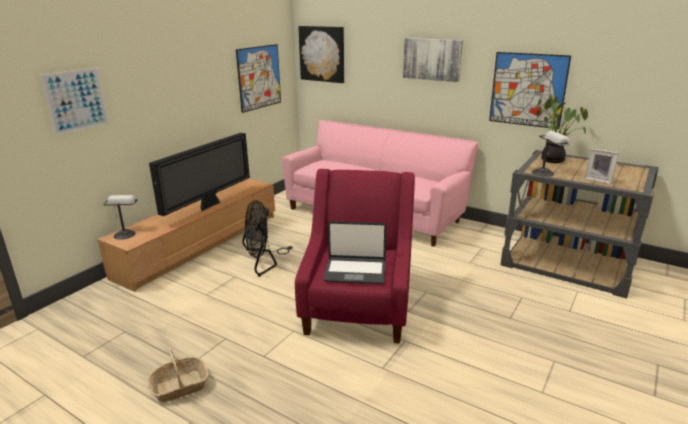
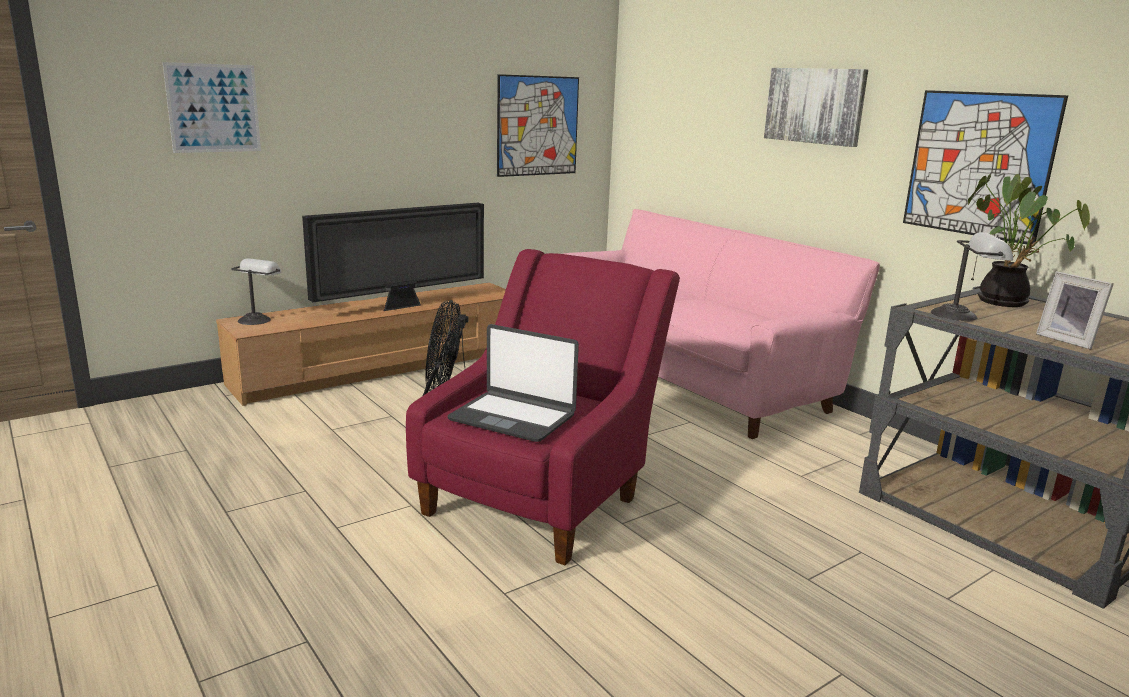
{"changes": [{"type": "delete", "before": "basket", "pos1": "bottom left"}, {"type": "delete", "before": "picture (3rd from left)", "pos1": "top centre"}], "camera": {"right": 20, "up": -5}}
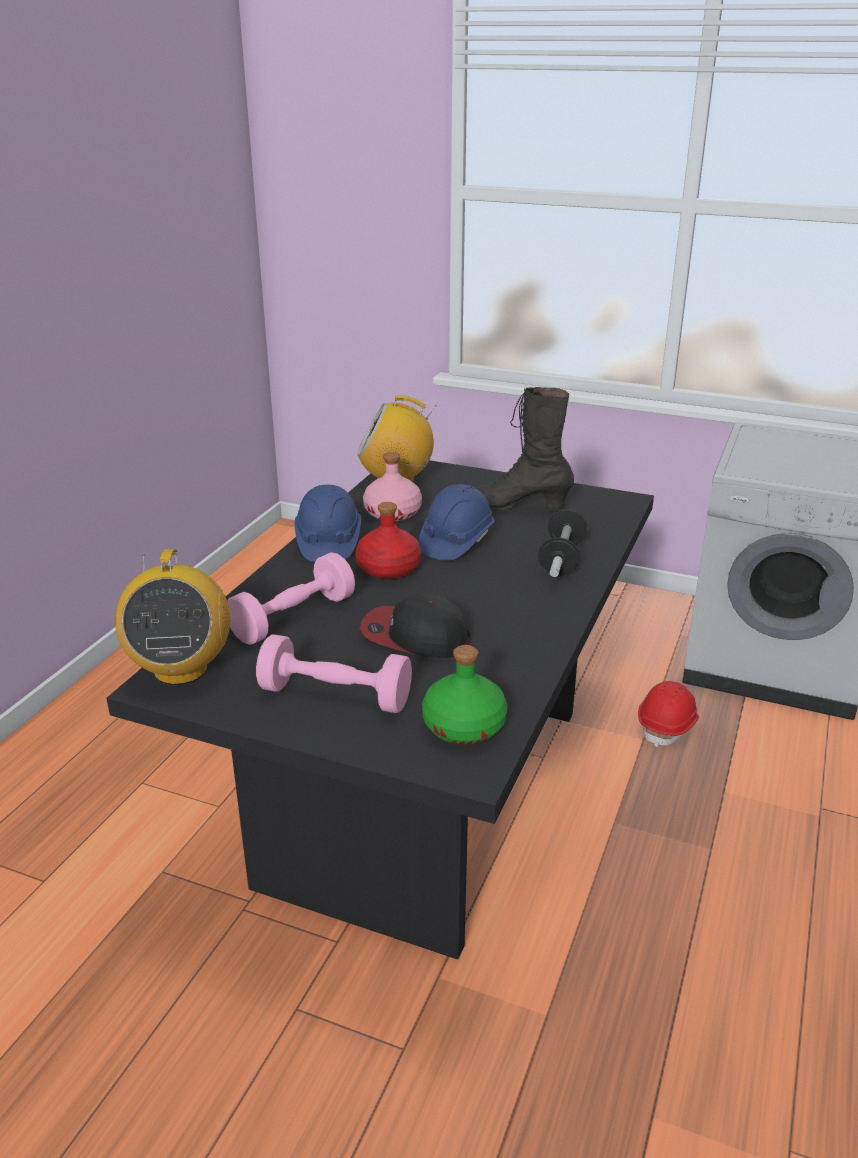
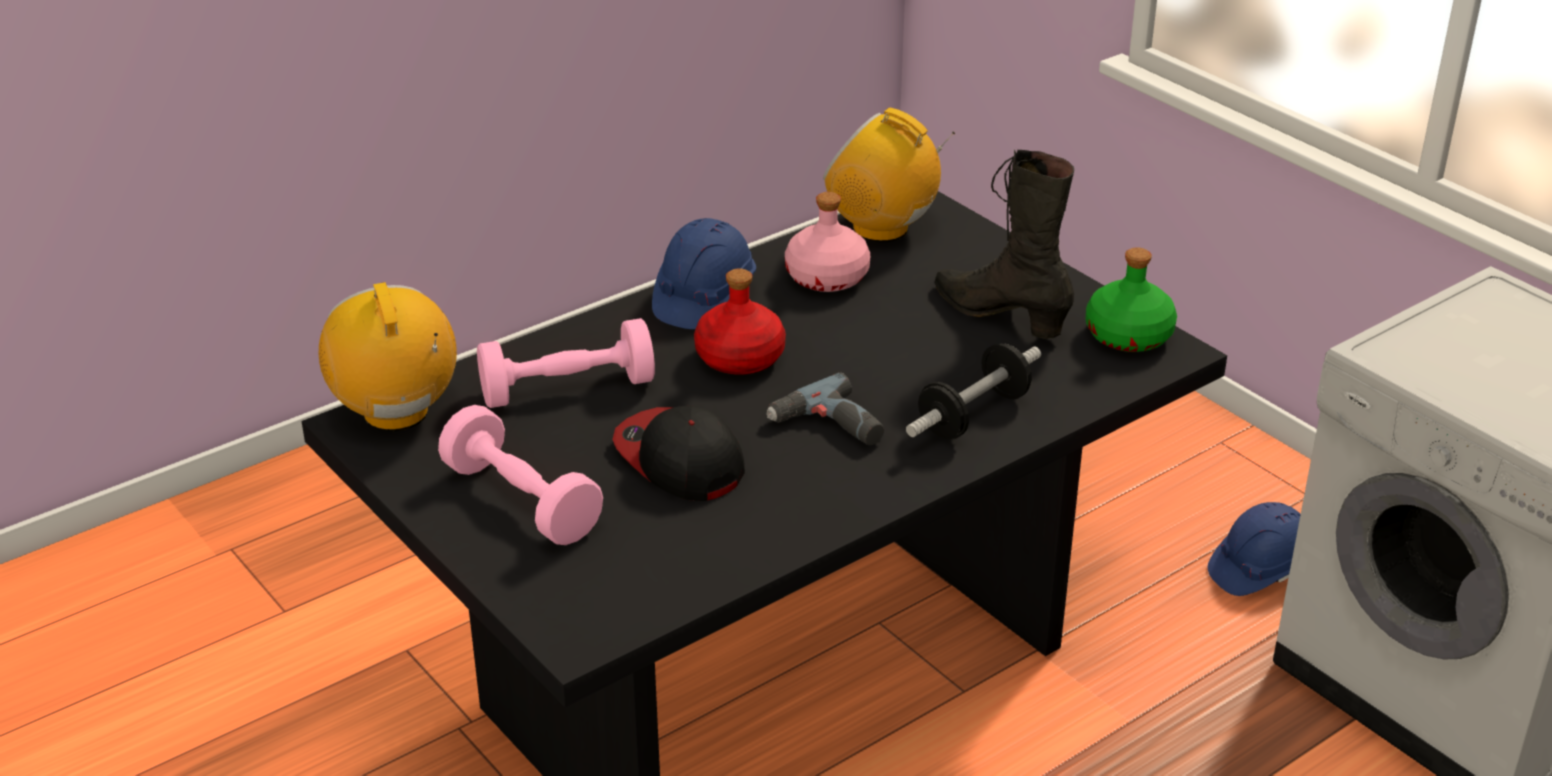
{"changes": [{"type": "rotate", "before": "radio (1st from left)", "pos1": "middle left", "pos2": "middle left", "turn": 135}, {"type": "move", "before": "blue_hard_hat (2nd from left)", "pos1": "centre", "pos2": "bottom right"}, {"type": "move", "before": "green_bottle", "pos1": "centre", "pos2": "middle right"}, {"type": "delete", "before": "red_hard_hat", "pos1": "middle right"}, {"type": "insert", "after": "power_drill", "pos2": "centre"}], "camera": {"right": 30, "up": 5}}
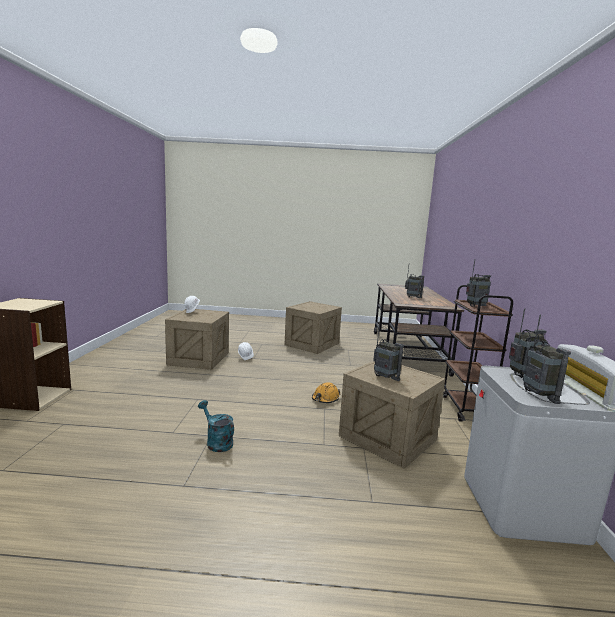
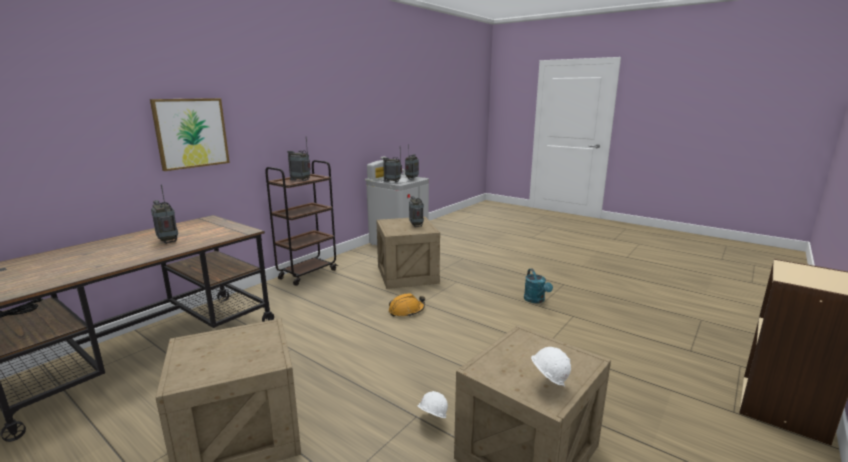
{"changes": [{"type": "insert", "after": "picture", "pos2": "top left"}], "camera": {"right": -145, "up": 5}}
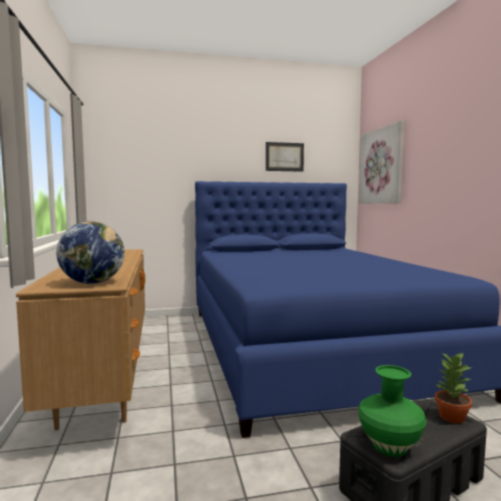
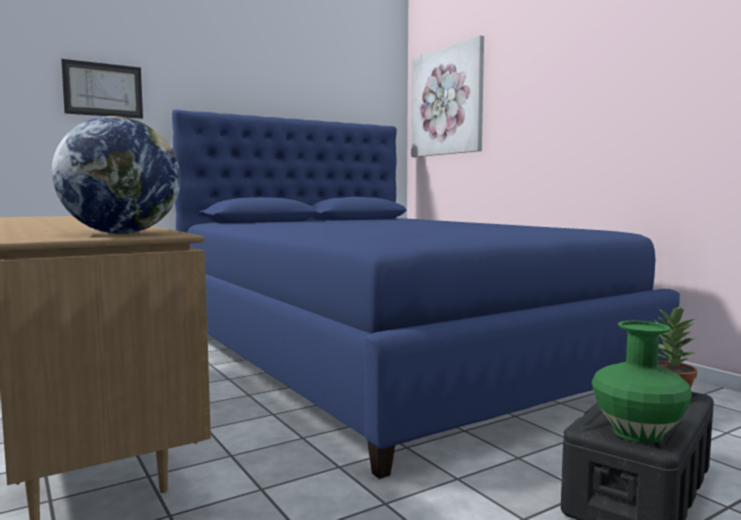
{"changes": [{"type": "move", "before": "picture (1st from left)", "pos1": "top centre", "pos2": "top left"}], "camera": {"right": -20, "up": 0}}
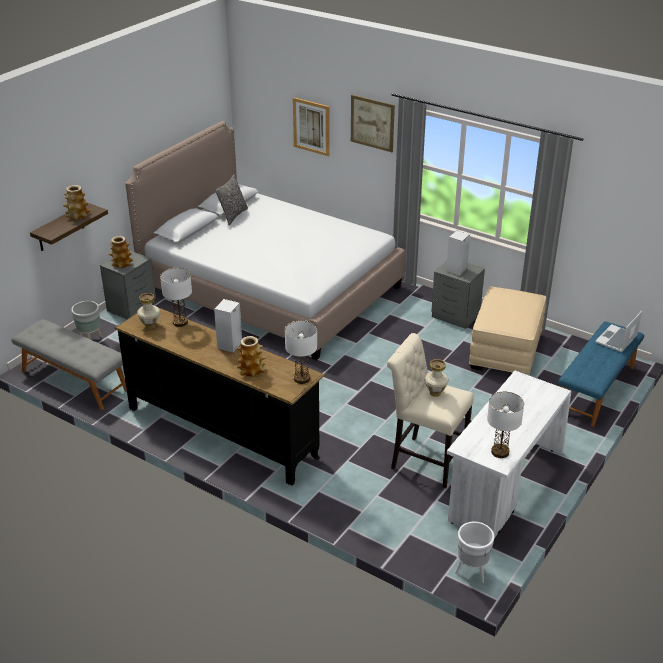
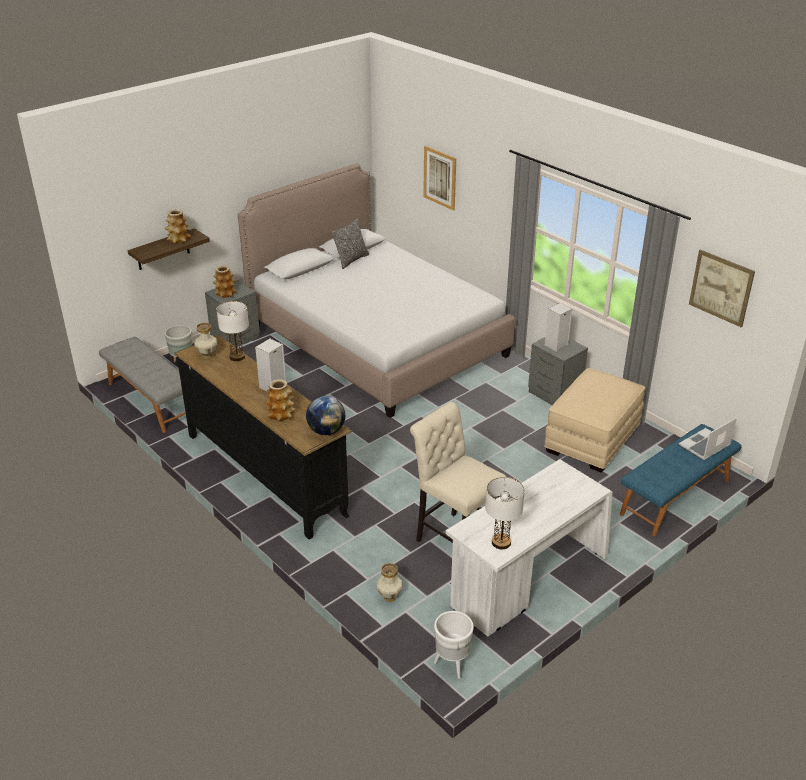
{"changes": [{"type": "replace", "before": "table_lamp (2nd from left)", "after": "globe", "pos1": "centre", "pos2": "centre"}, {"type": "move", "before": "picture (2nd from left)", "pos1": "top centre", "pos2": "middle right"}, {"type": "move", "before": "vase (5th from left)", "pos1": "centre", "pos2": "bottom centre"}], "camera": {"right": 15, "up": 0}}
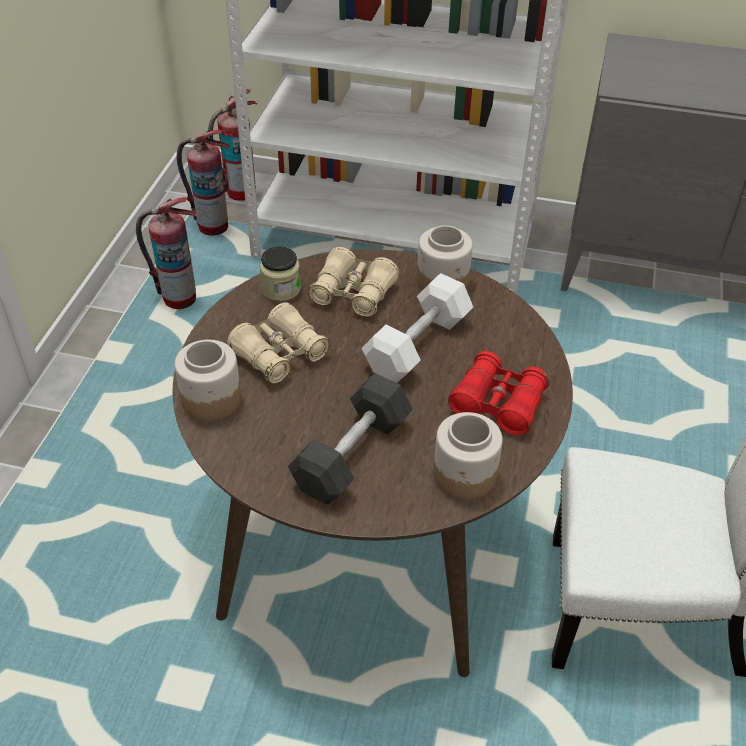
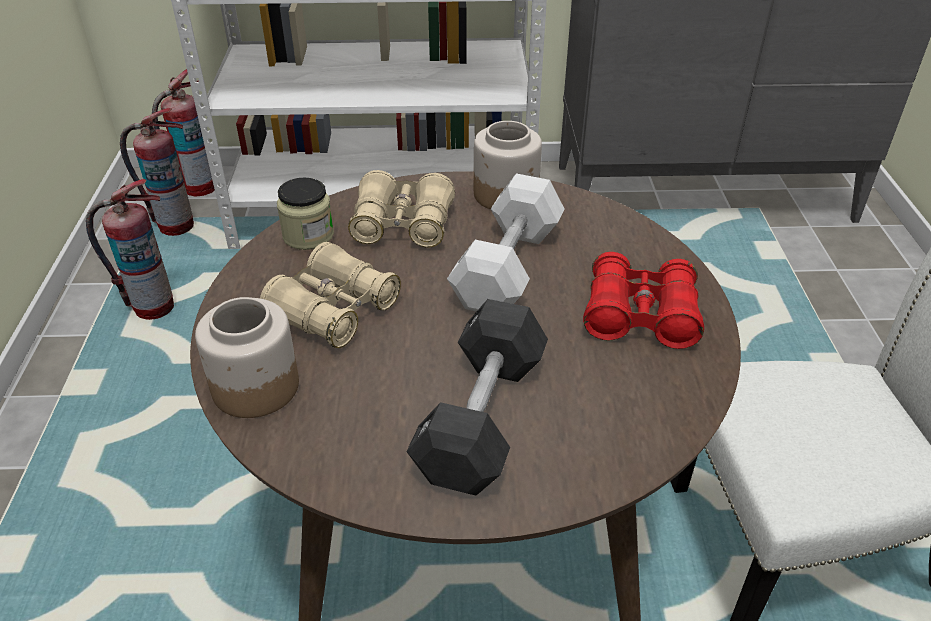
{"changes": [{"type": "delete", "before": "jar (4th from left)", "pos1": "centre"}], "camera": {"right": -15, "up": -5}}
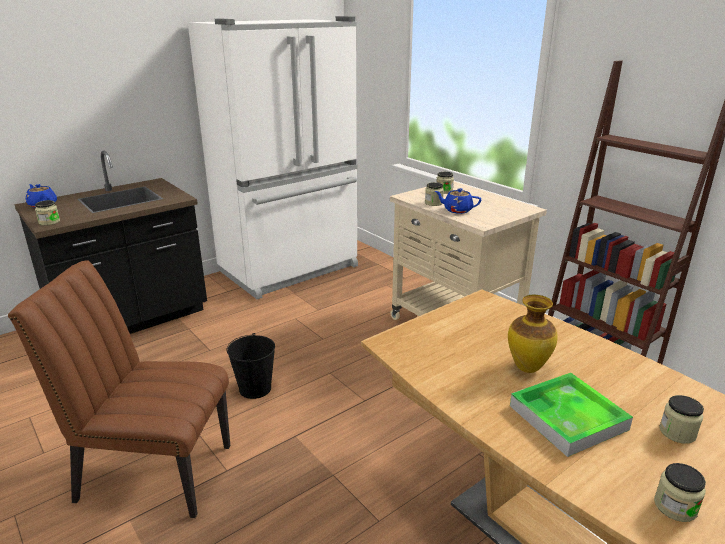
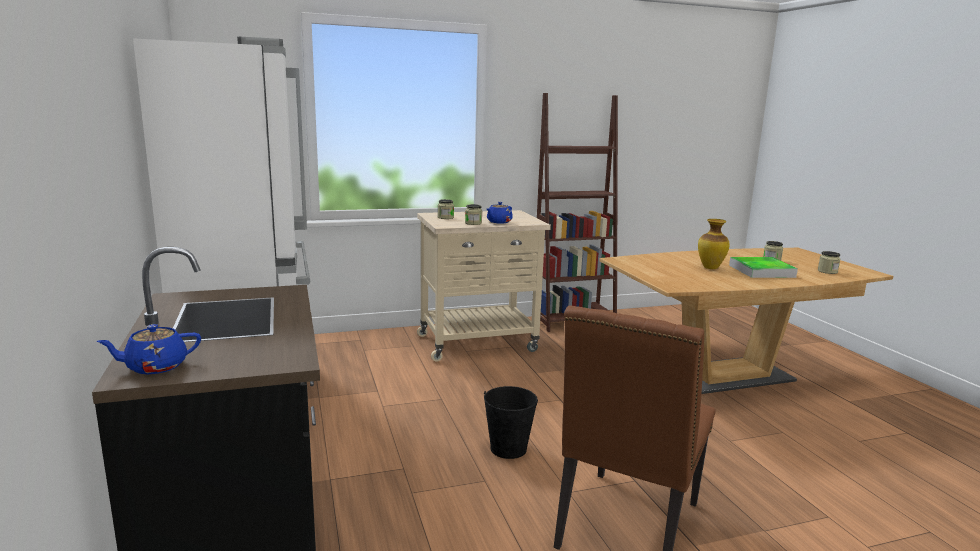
{"changes": [{"type": "delete", "before": "jar (1st from left)", "pos1": "middle left"}], "camera": {"right": -70, "up": -10}}
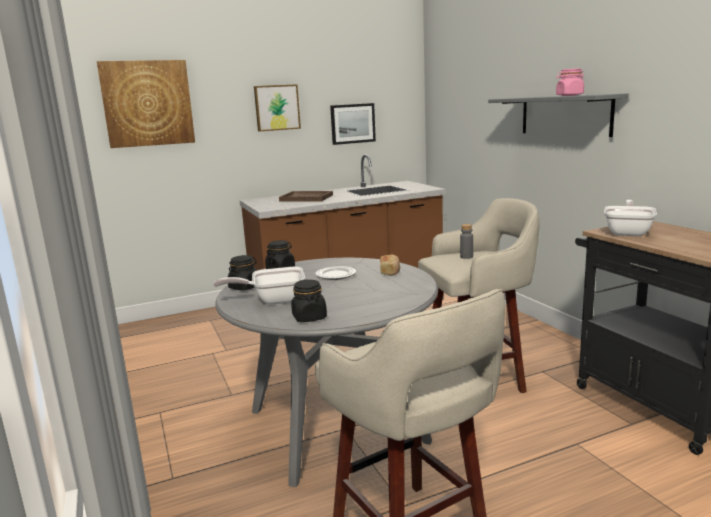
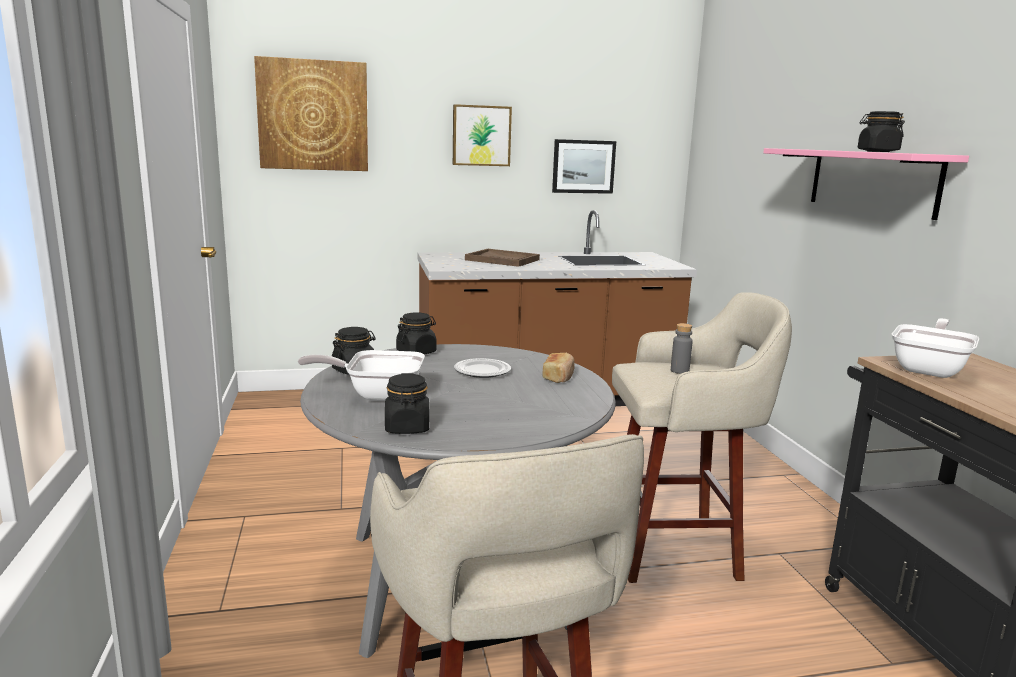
{"changes": [{"type": "recolor", "before": "grey_shelf", "after": "pink_shelf", "pos1": "top right", "pos2": "top right"}, {"type": "recolor", "before": "pink_jar", "after": "black_jar (4th from left)", "pos1": "top right", "pos2": "top right"}], "camera": {"right": 10, "up": 0}}
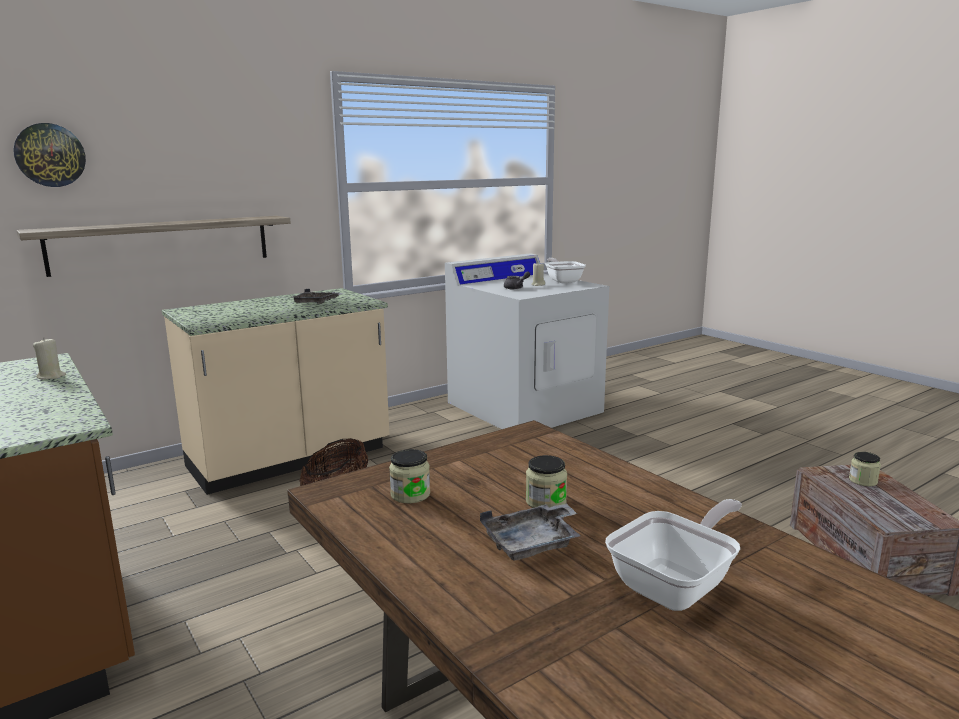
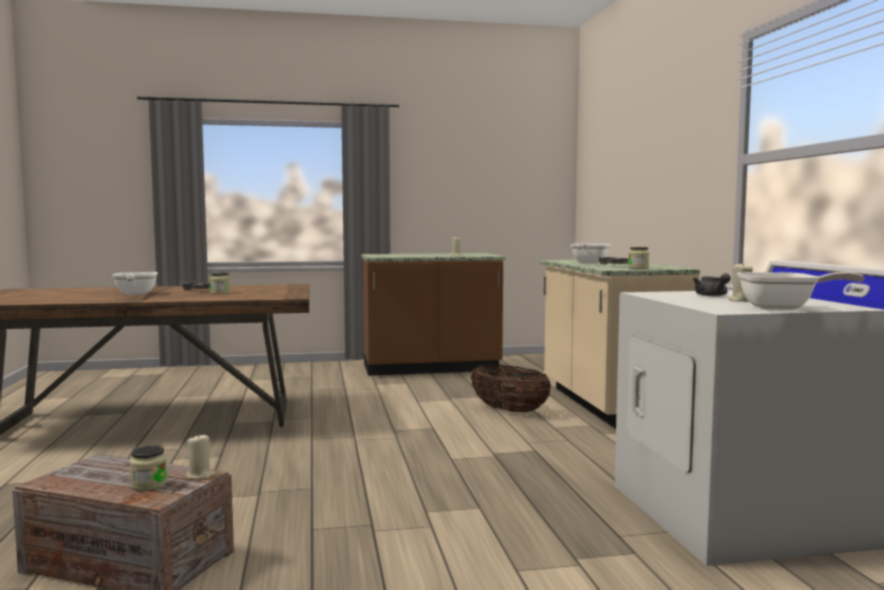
{"changes": [{"type": "delete", "before": "wall_clock", "pos1": "top left"}, {"type": "delete", "before": "shelf", "pos1": "middle left"}, {"type": "move", "before": "jar (1st from left in the first image)", "after": "jar (3rd from left)", "pos1": "centre", "pos2": "middle right"}, {"type": "insert", "after": "beige_candle (1st from left)", "pos2": "bottom left"}, {"type": "insert", "after": "frying_pan (2nd from left)", "pos2": "middle right"}], "camera": {"right": 115, "up": -10}}
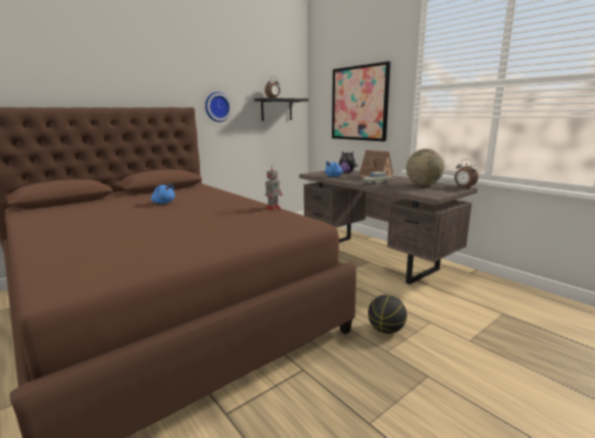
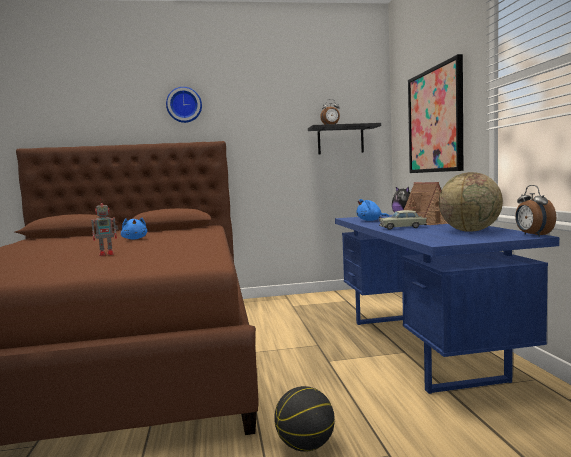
{"changes": [{"type": "move", "before": "wall_clock", "pos1": "top centre", "pos2": "top left"}, {"type": "move", "before": "toy_robot", "pos1": "centre", "pos2": "middle left"}, {"type": "recolor", "before": "brown_desk", "after": "blue_desk", "pos1": "centre", "pos2": "middle right"}], "camera": {"right": 30, "up": -10}}
